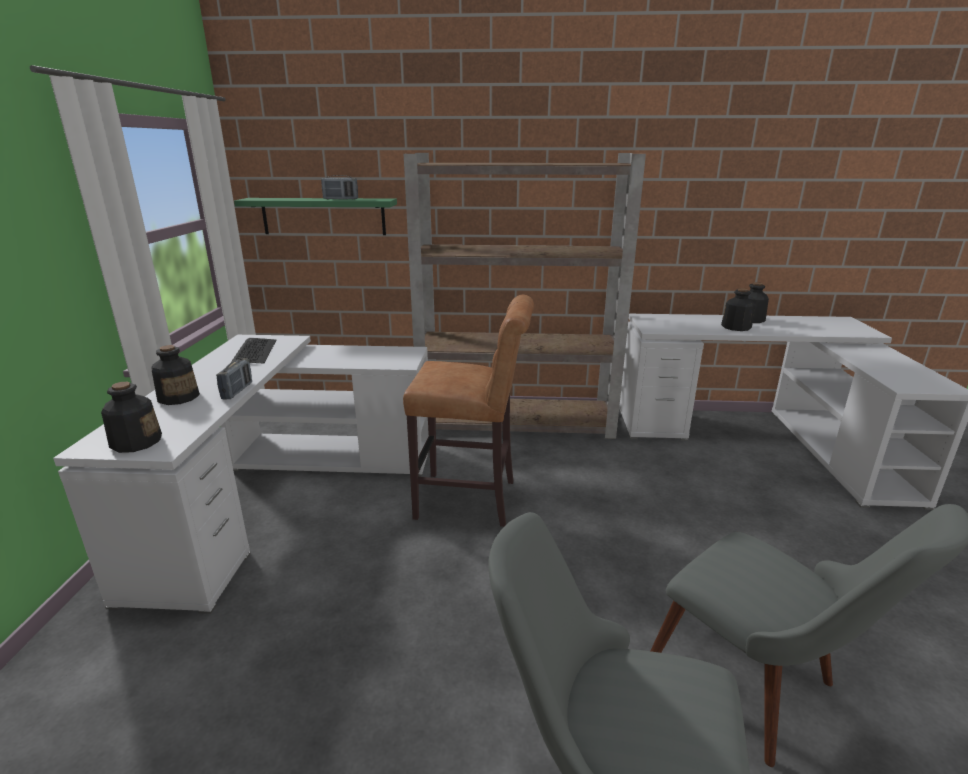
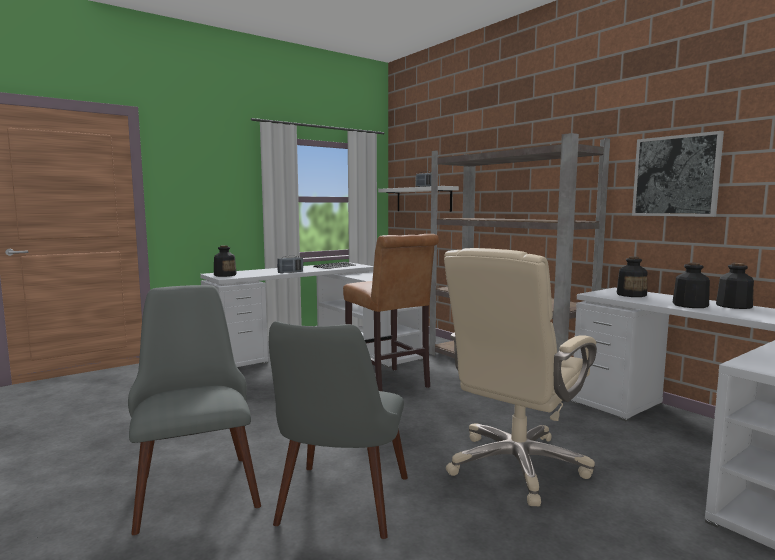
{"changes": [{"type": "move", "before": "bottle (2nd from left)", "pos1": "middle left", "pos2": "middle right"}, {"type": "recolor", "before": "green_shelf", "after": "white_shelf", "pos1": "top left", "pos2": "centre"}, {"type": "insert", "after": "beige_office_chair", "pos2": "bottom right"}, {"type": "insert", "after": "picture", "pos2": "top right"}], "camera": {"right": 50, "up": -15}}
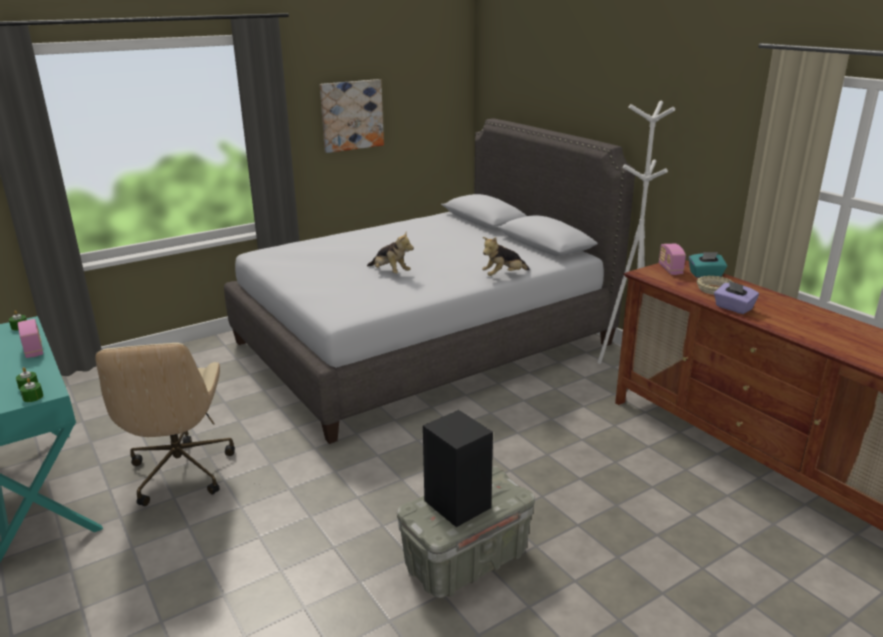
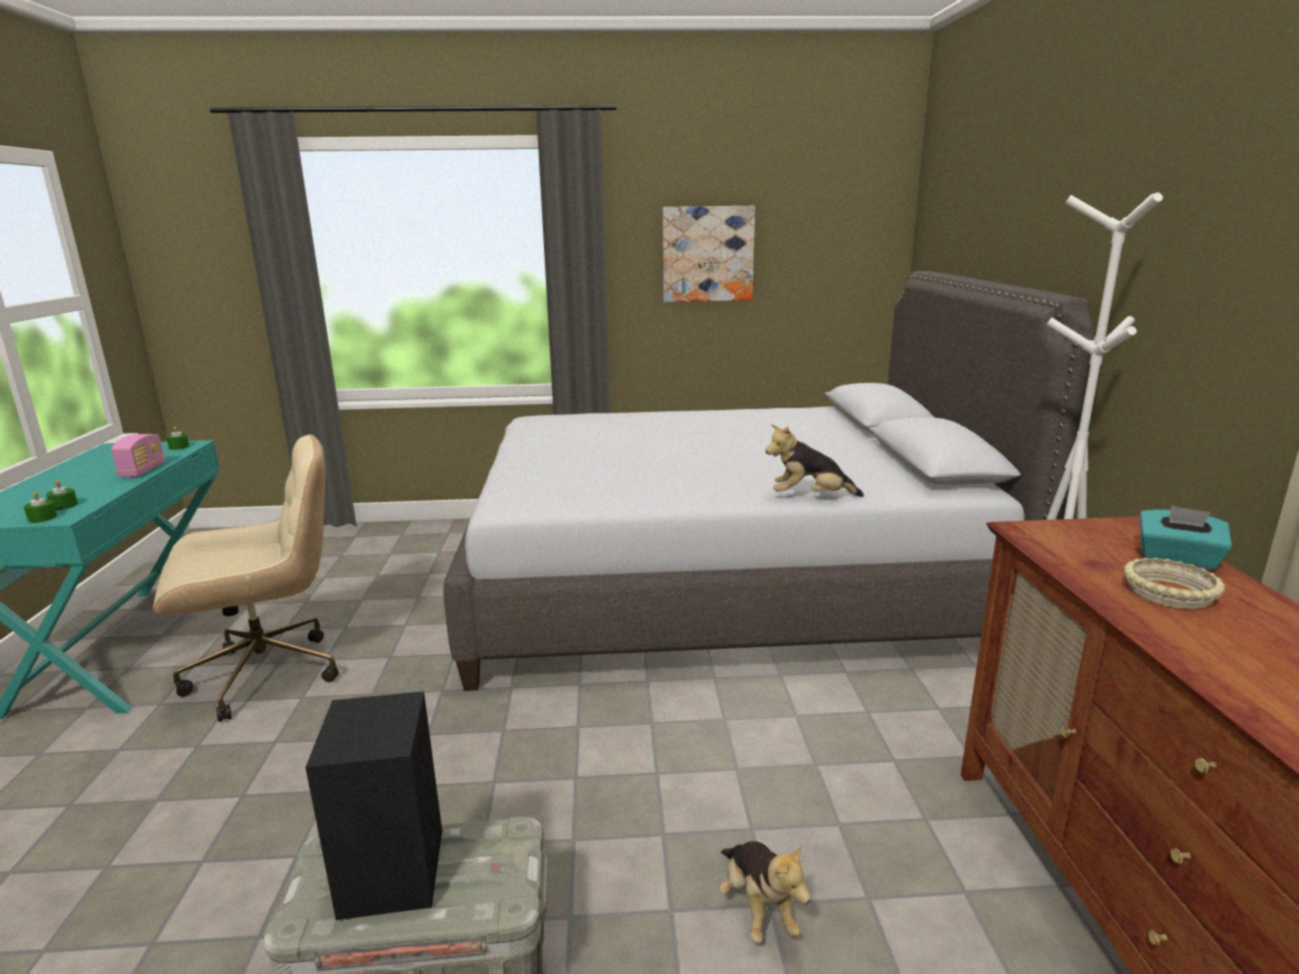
{"changes": [{"type": "rotate", "before": "beige_office_chair", "pos1": "middle left", "pos2": "middle left", "turn": -135}, {"type": "move", "before": "plush_toy (1st from left)", "pos1": "centre", "pos2": "bottom centre"}, {"type": "delete", "before": "radio (2nd from left)", "pos1": "middle right"}, {"type": "delete", "before": "purple_tissue_box", "pos1": "middle right"}], "camera": {"right": 30, "up": -5}}
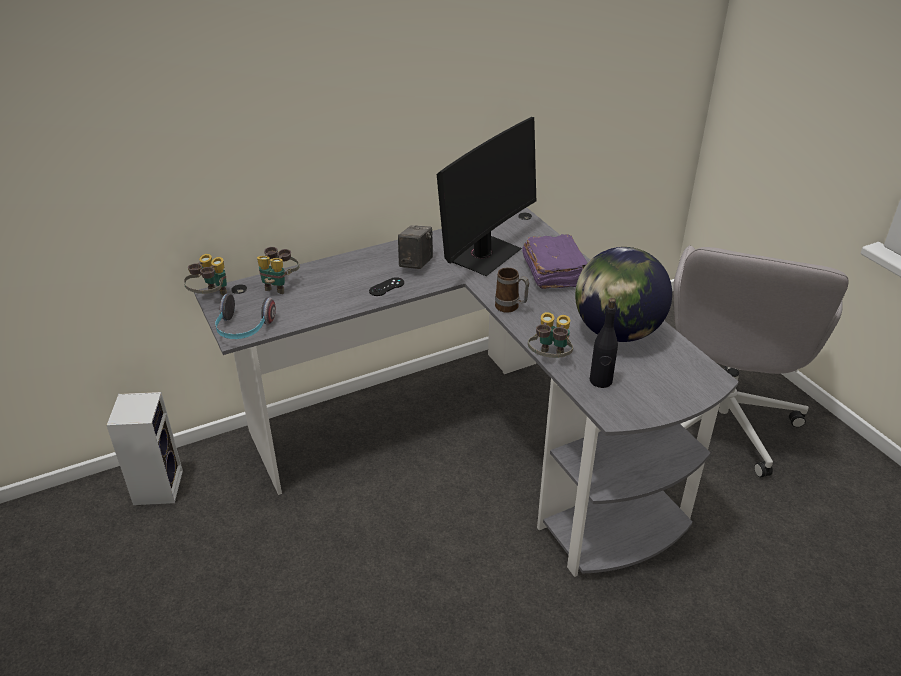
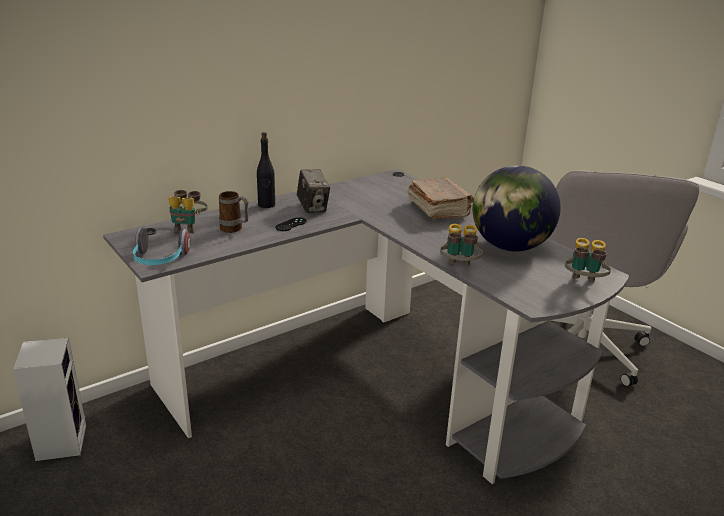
{"changes": [{"type": "move", "before": "binoculars (1st from left in the first image)", "after": "binoculars (3rd from left)", "pos1": "middle left", "pos2": "middle right"}, {"type": "rotate", "before": "photo_camera", "pos1": "centre", "pos2": "centre", "turn": 150}, {"type": "delete", "before": "monitor", "pos1": "top centre"}, {"type": "move", "before": "mug", "pos1": "centre", "pos2": "middle left"}, {"type": "recolor", "before": "purple_book", "after": "brown_book", "pos1": "centre", "pos2": "centre"}, {"type": "move", "before": "black_bottle", "pos1": "middle right", "pos2": "top centre"}], "camera": {"right": -10, "up": -10}}
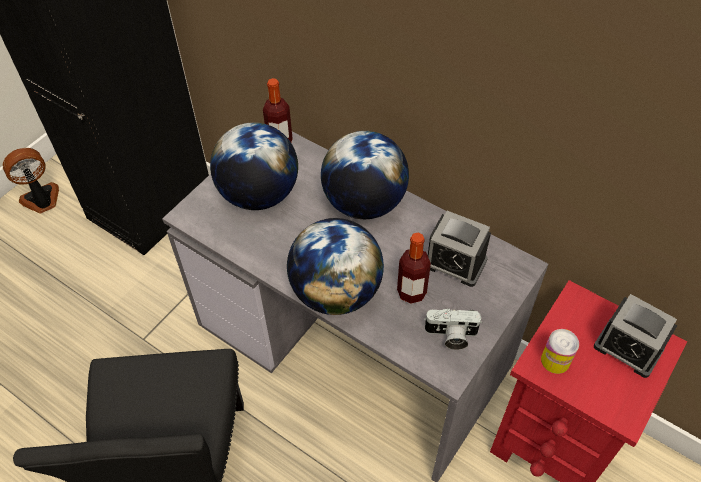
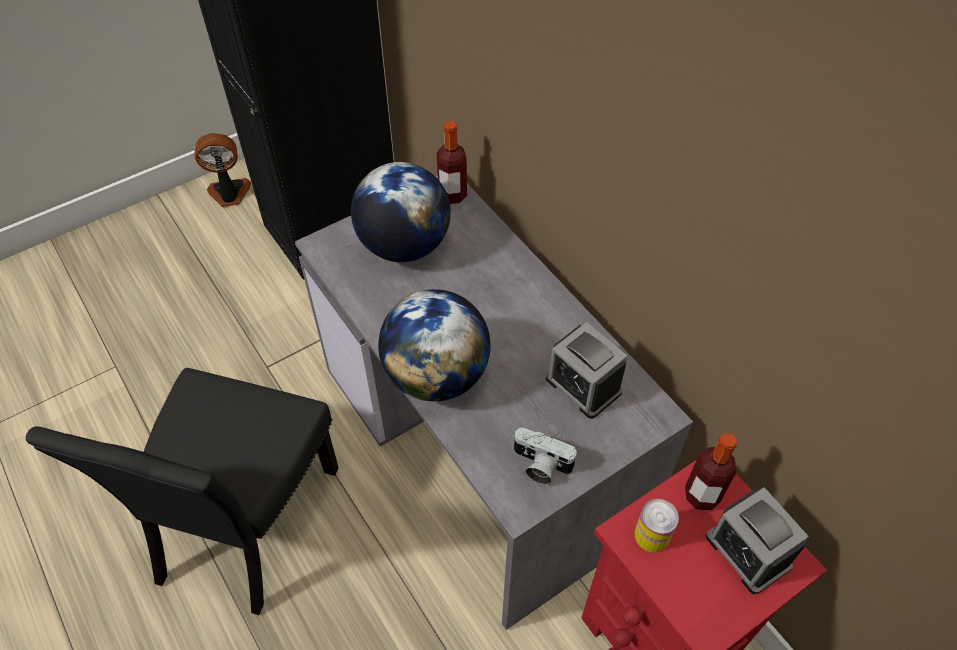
{"changes": [{"type": "delete", "before": "globe (3rd from left)", "pos1": "centre"}, {"type": "move", "before": "bottle (2nd from left)", "pos1": "centre", "pos2": "bottom right"}], "camera": {"right": 20, "up": 0}}
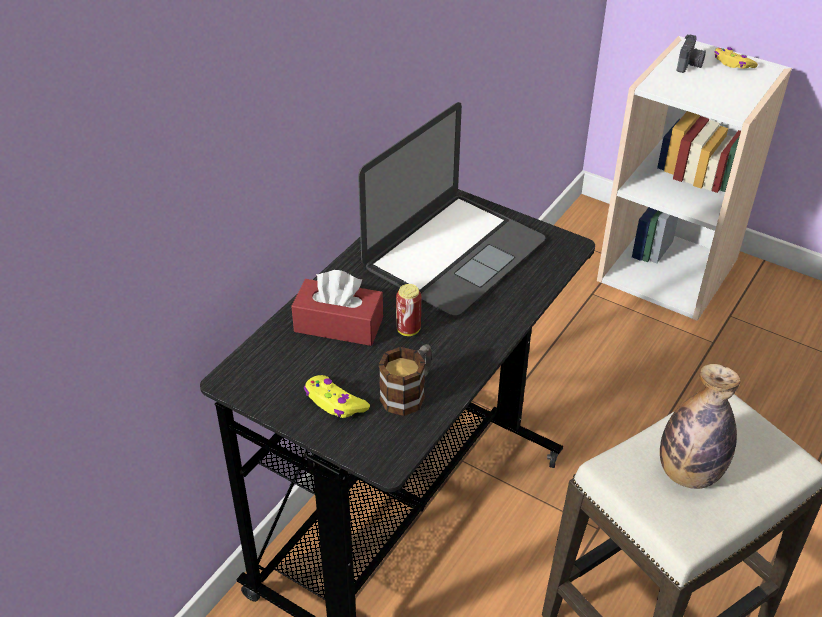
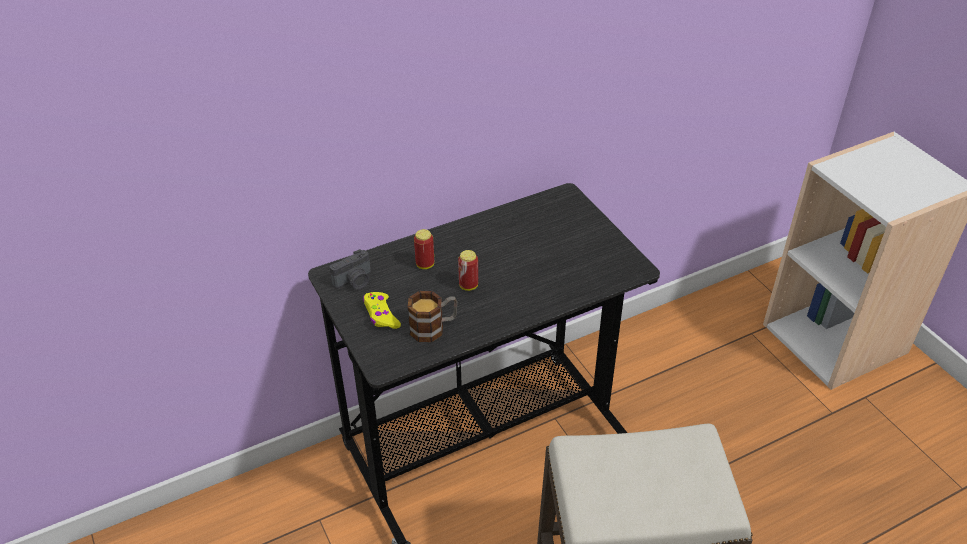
{"changes": [{"type": "replace", "before": "red_tissue_box", "after": "can (1st from left)", "pos1": "centre", "pos2": "centre"}, {"type": "delete", "before": "laptop", "pos1": "centre"}, {"type": "delete", "before": "bottle", "pos1": "bottom right"}, {"type": "move", "before": "photo_camera", "pos1": "top right", "pos2": "centre"}, {"type": "delete", "before": "yellow_game_controller (2nd from left)", "pos1": "top right"}], "camera": {"right": 30, "up": 0}}
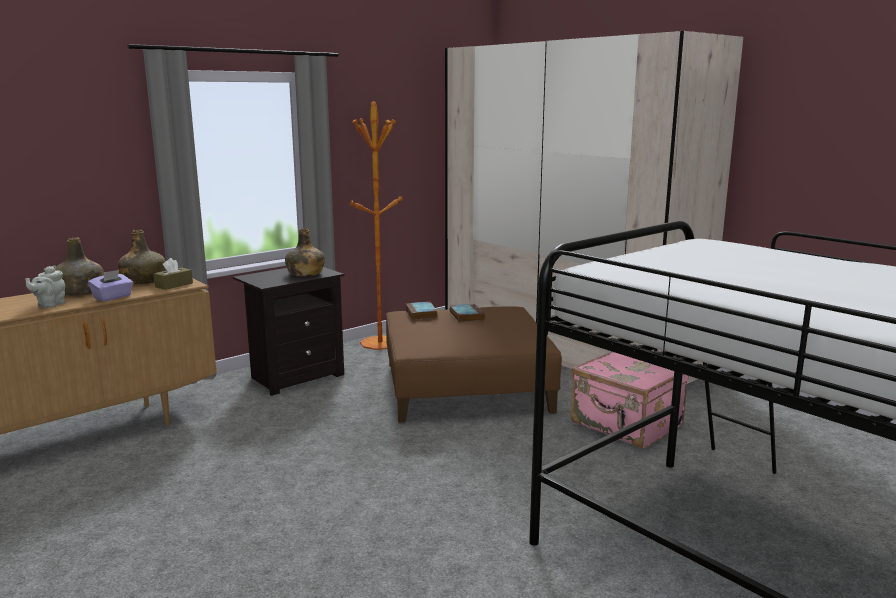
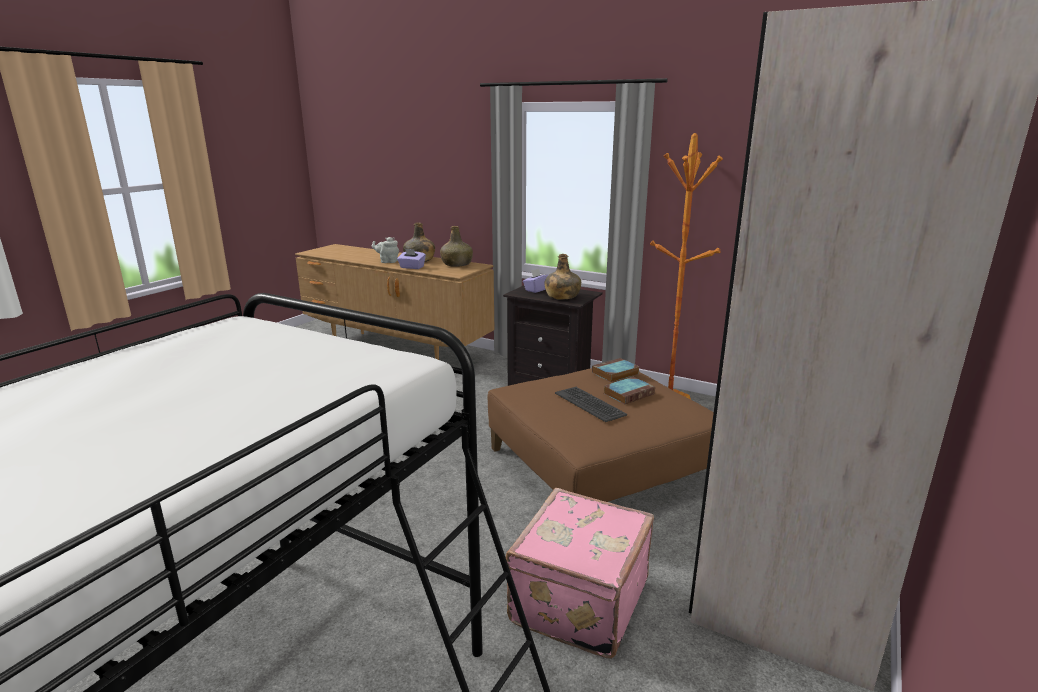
{"changes": [{"type": "delete", "before": "brown_tissue_box", "pos1": "middle left"}, {"type": "insert", "after": "purple_tissue_box (2nd from left)", "pos2": "centre"}, {"type": "insert", "after": "keyboard", "pos2": "centre"}], "camera": {"right": 70, "up": 5}}
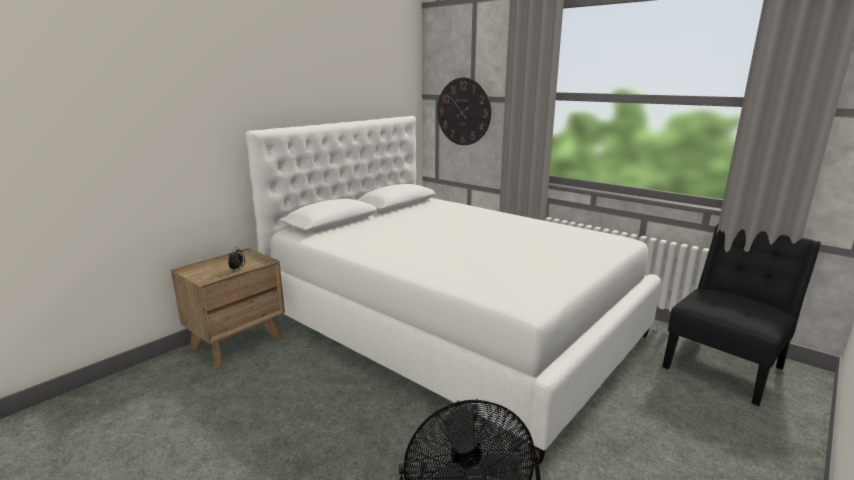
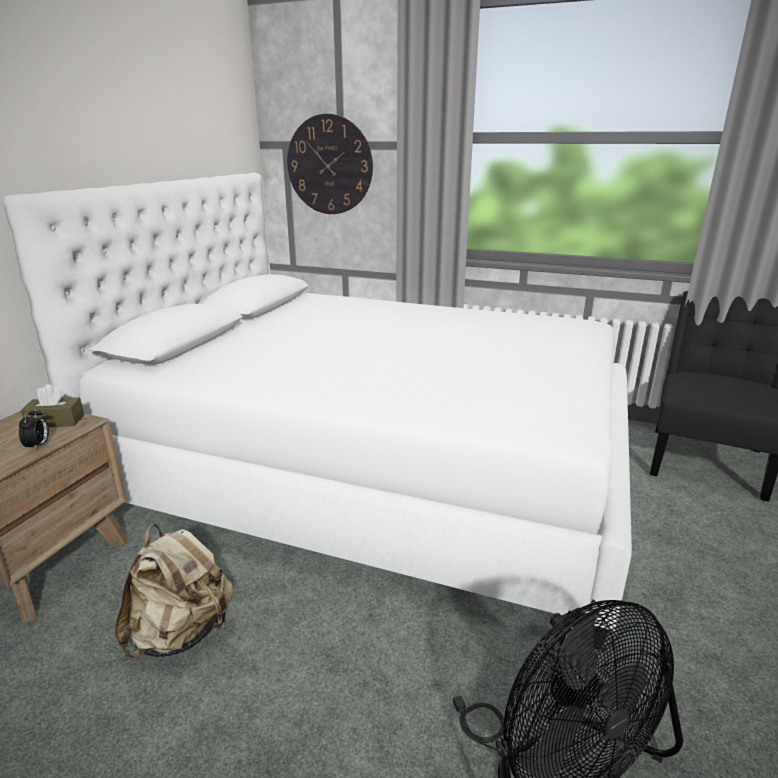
{"changes": [{"type": "insert", "after": "brown_tissue_box", "pos2": "middle left"}, {"type": "insert", "after": "beige_backpack", "pos2": "bottom left"}], "camera": {"right": -20, "up": 5}}
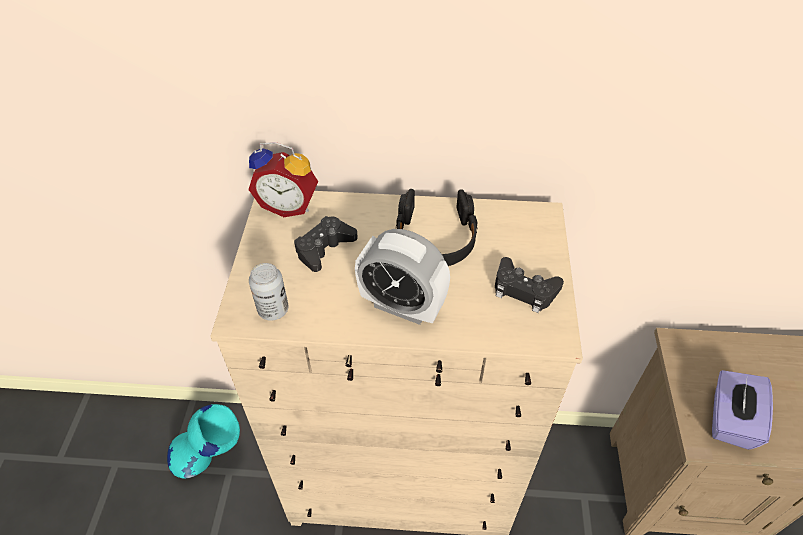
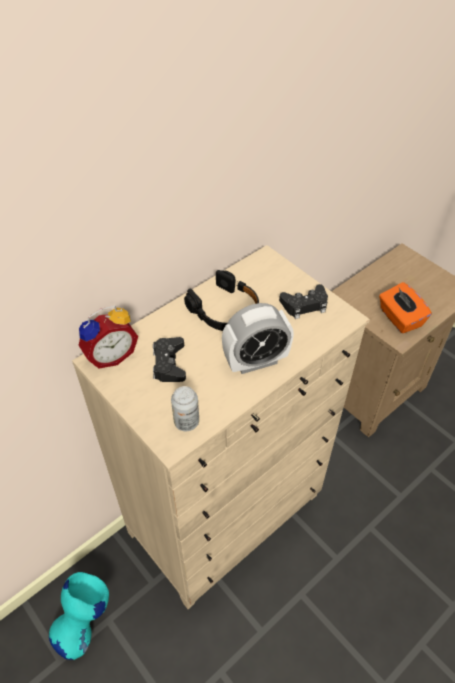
{"changes": [{"type": "recolor", "before": "purple_tissue_box", "after": "orange_tissue_box", "pos1": "bottom right", "pos2": "middle right"}], "camera": {"right": -45, "up": 0}}
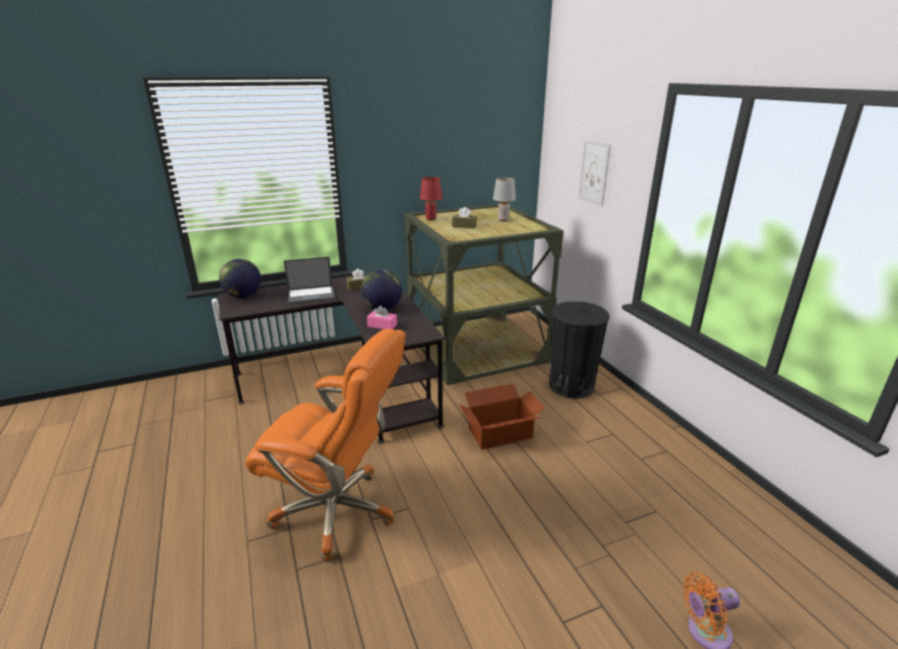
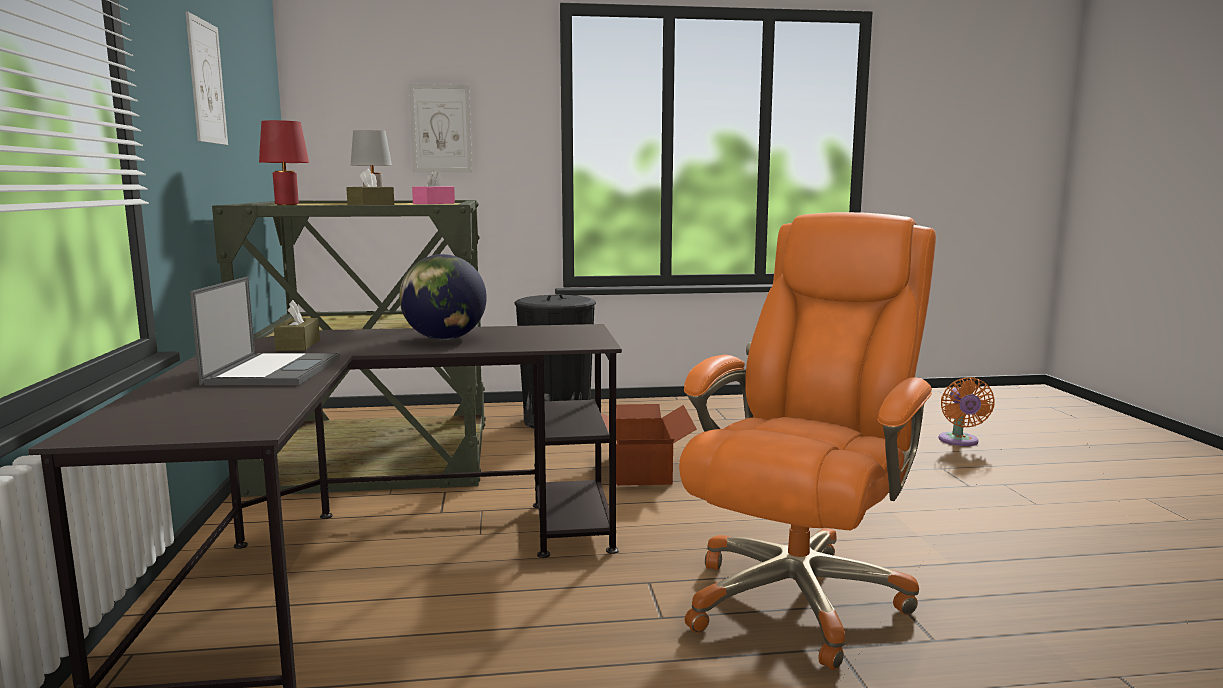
{"changes": [{"type": "delete", "before": "globe (1st from left)", "pos1": "middle left"}, {"type": "move", "before": "pink_tissue_box", "pos1": "centre", "pos2": "top centre"}, {"type": "insert", "after": "picture (1st from left)", "pos2": "top left"}], "camera": {"right": -75, "up": -15}}
